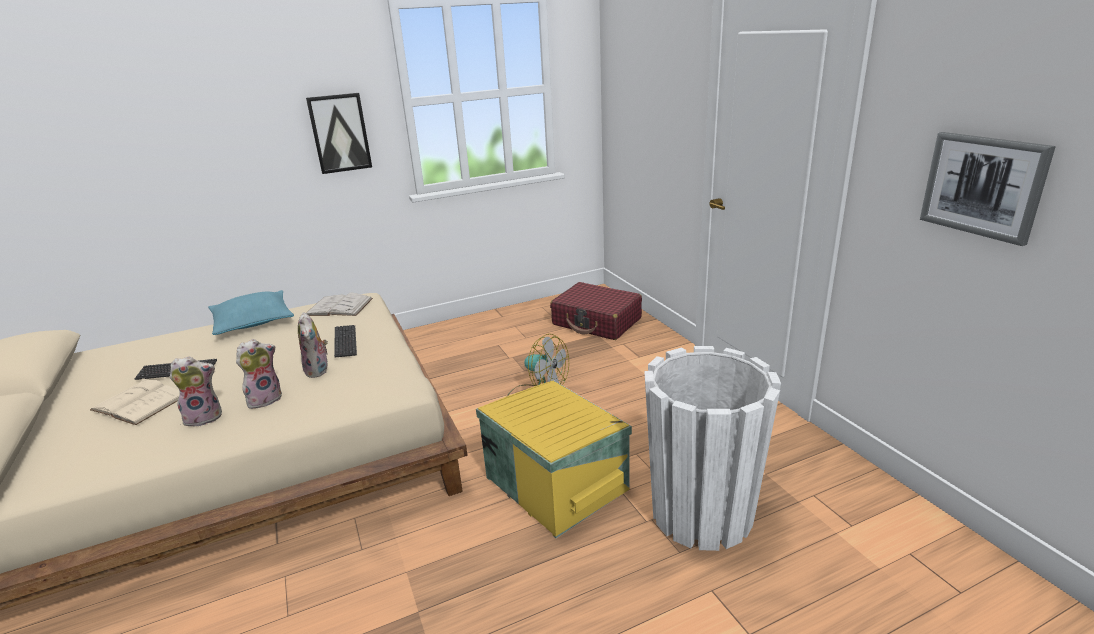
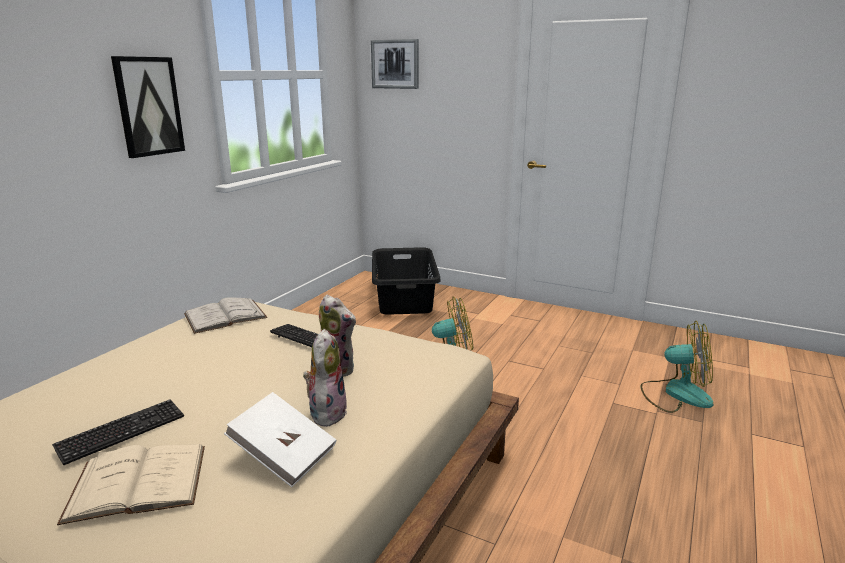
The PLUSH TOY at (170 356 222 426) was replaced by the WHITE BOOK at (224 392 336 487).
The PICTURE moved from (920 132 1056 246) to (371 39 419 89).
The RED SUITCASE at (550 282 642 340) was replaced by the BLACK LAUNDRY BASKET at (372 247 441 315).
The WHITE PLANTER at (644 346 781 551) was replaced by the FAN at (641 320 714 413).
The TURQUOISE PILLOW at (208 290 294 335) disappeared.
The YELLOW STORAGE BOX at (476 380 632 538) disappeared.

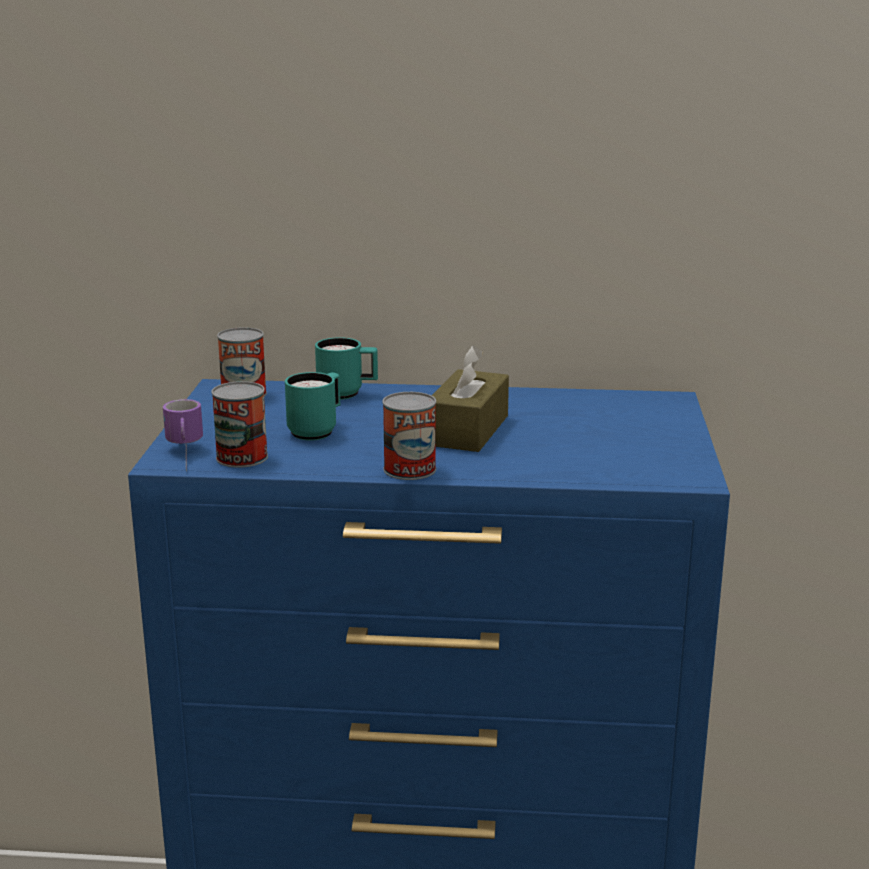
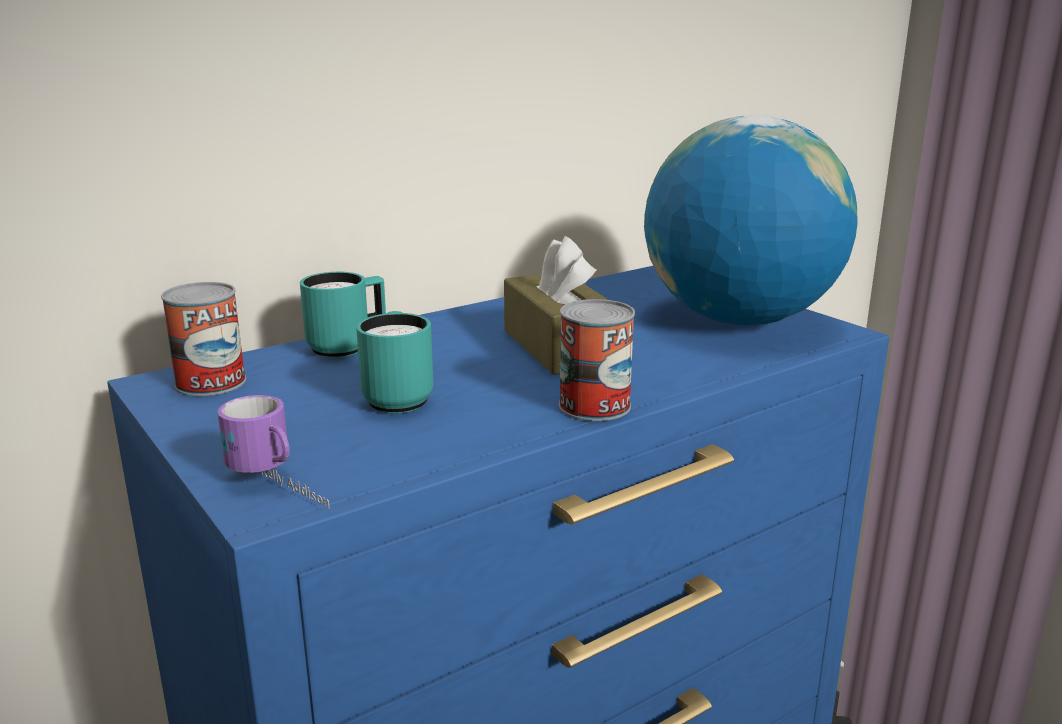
The GLOBE at (644 115 857 326) appeared.
The CAN at (211 381 268 468) disappeared.

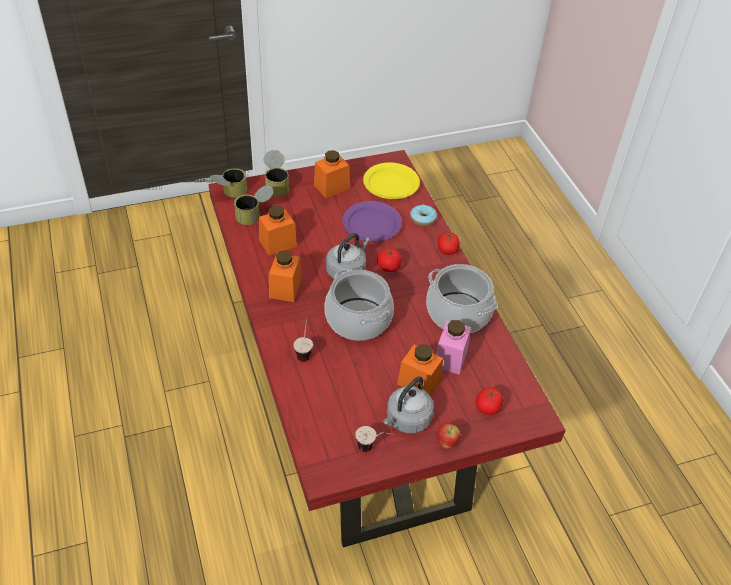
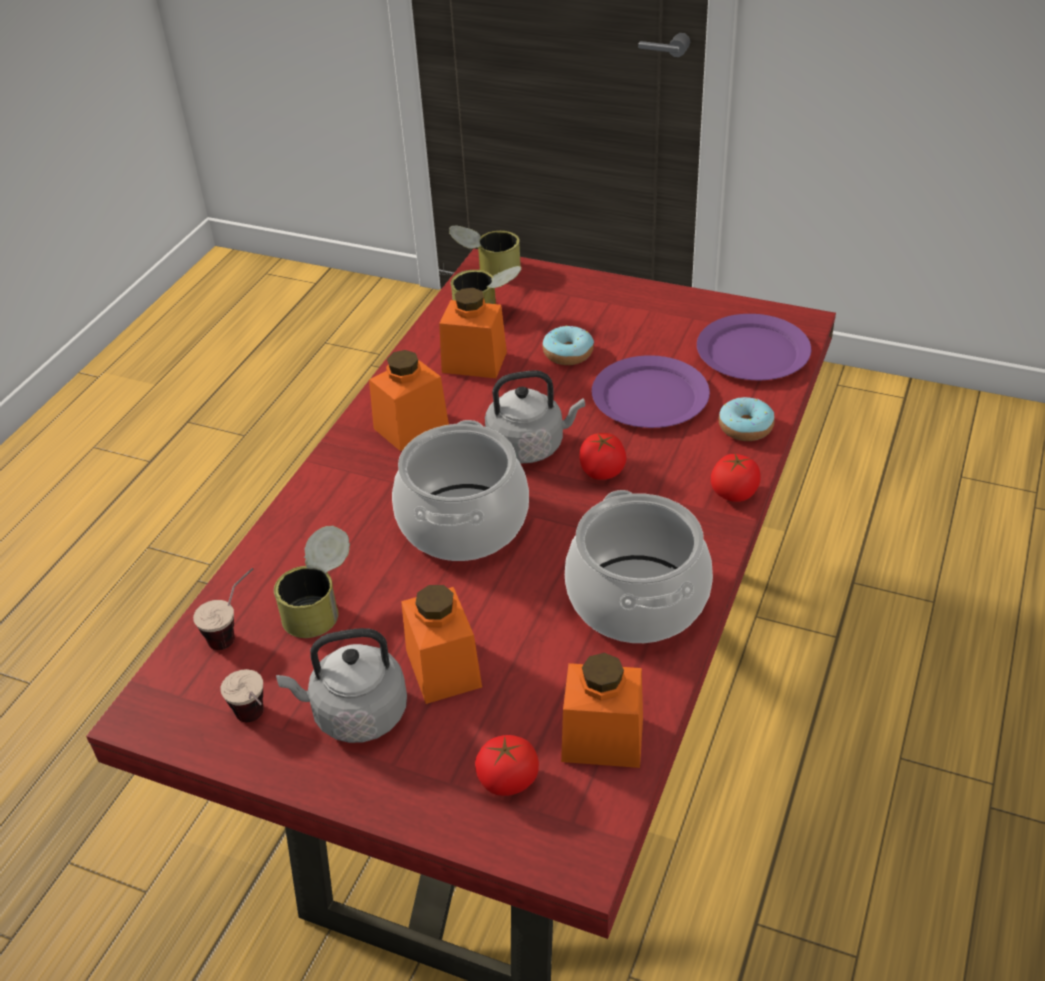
The CUP moved from (293 317 313 362) to (193 568 253 650).
The CAN moved from (263 150 289 197) to (274 526 350 638).
The DONUT at (543 325 594 365) appeared.
The ORANGE JAR moved from (314 150 350 198) to (561 653 643 768).
The YELLOW PLATE at (363 162 420 199) became the PURPLE PLATE at (697 314 811 380).
The PINK JAR at (436 320 471 375) disappeared.
The APPLE at (436 423 460 449) disappeared.

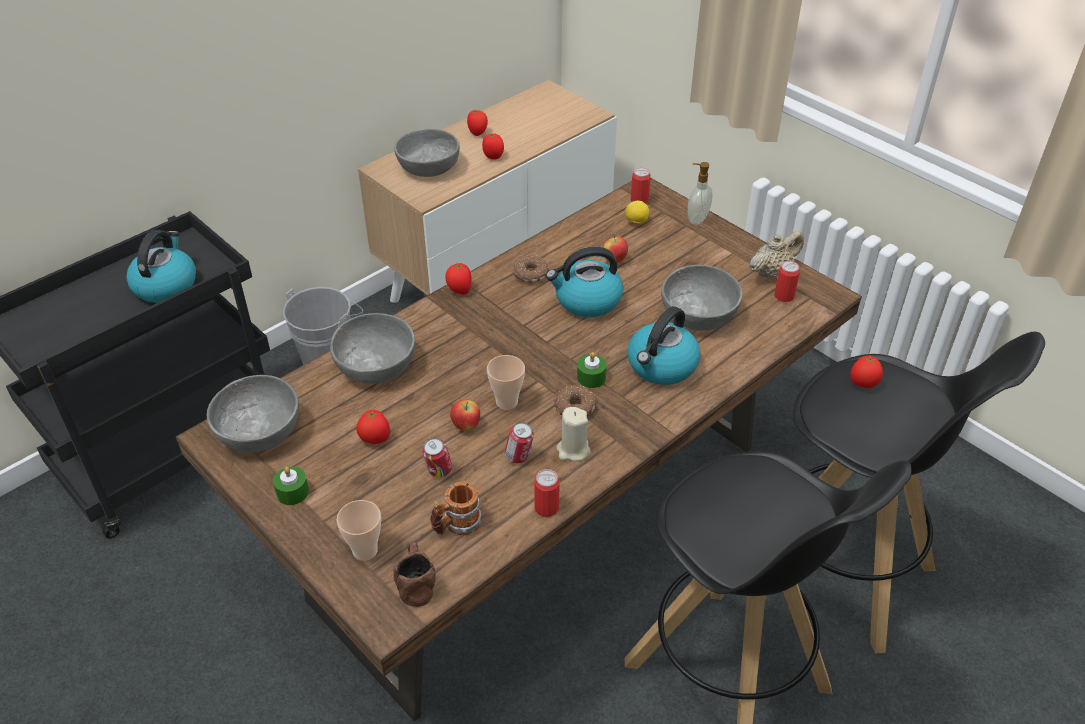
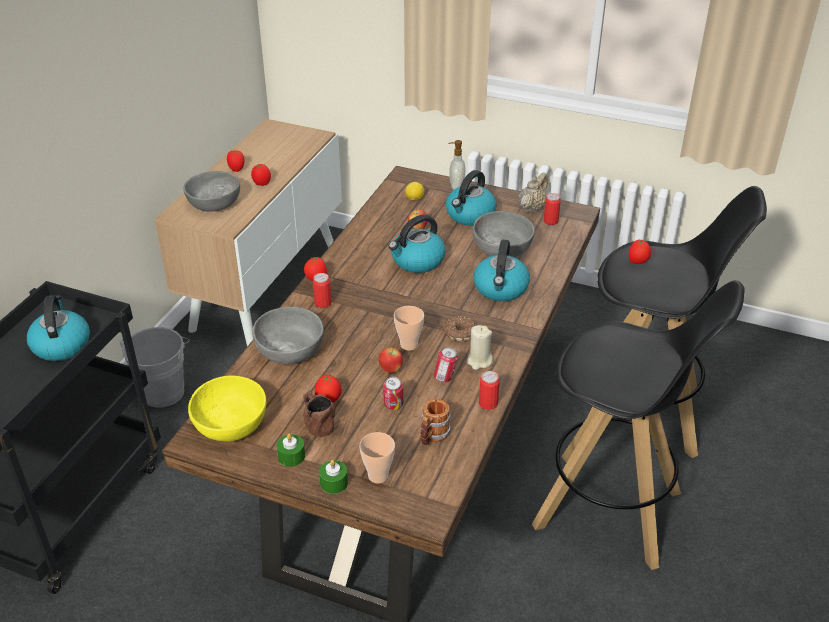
The GREY BOWL at (207 375 299 453) became the YELLOW BOWL at (188 375 266 442).
The BROWN MUG moved from (393 541 435 607) to (303 390 335 437).
The CAN moved from (631 167 651 204) to (313 273 332 308).
The GREEN CANDLE moved from (577 352 607 388) to (319 460 348 494).
The KETTLE at (446 170 497 226) appeared.
The DONUT at (512 255 549 283) disappeared.

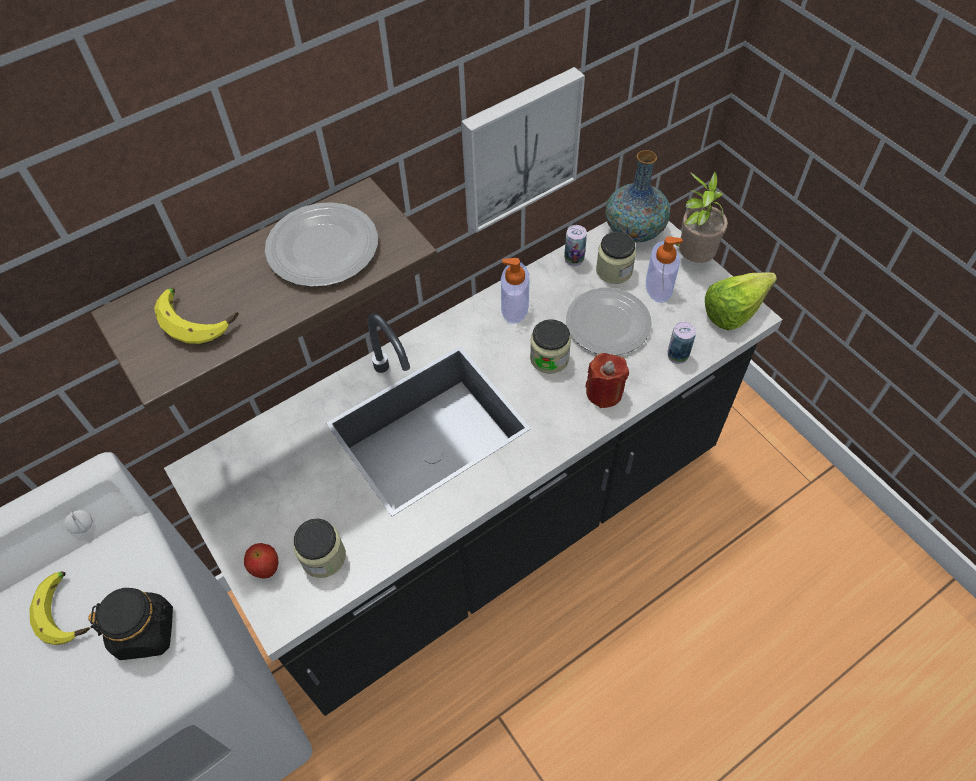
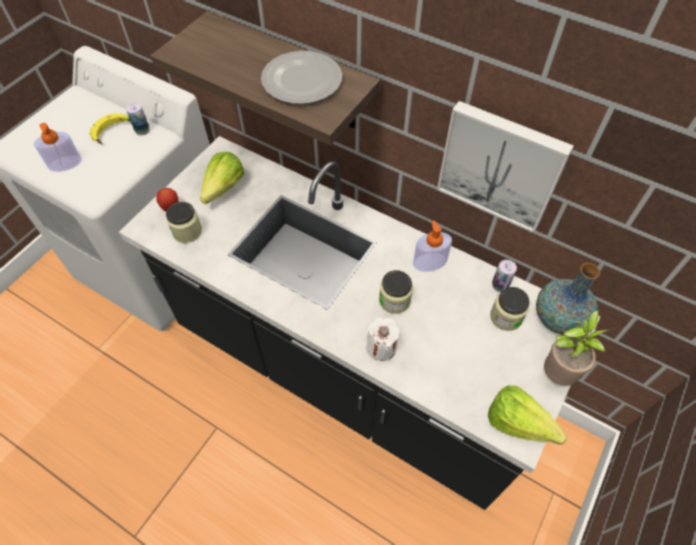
The SOAP DISPENSER moved from (646 236 683 303) to (34 123 82 172).
The CAN moved from (668 321 696 364) to (126 103 150 135).
The LETTUCE at (200 152 244 204) appeared.
The RED CANDLE at (585 353 629 408) became the WHITE CANDLE at (366 318 401 361).
The BLACK JAR at (88 588 173 660) disappeared.
The BANANA at (154 288 239 344) disappeared.
The PLATE at (566 288 652 355) disappeared.

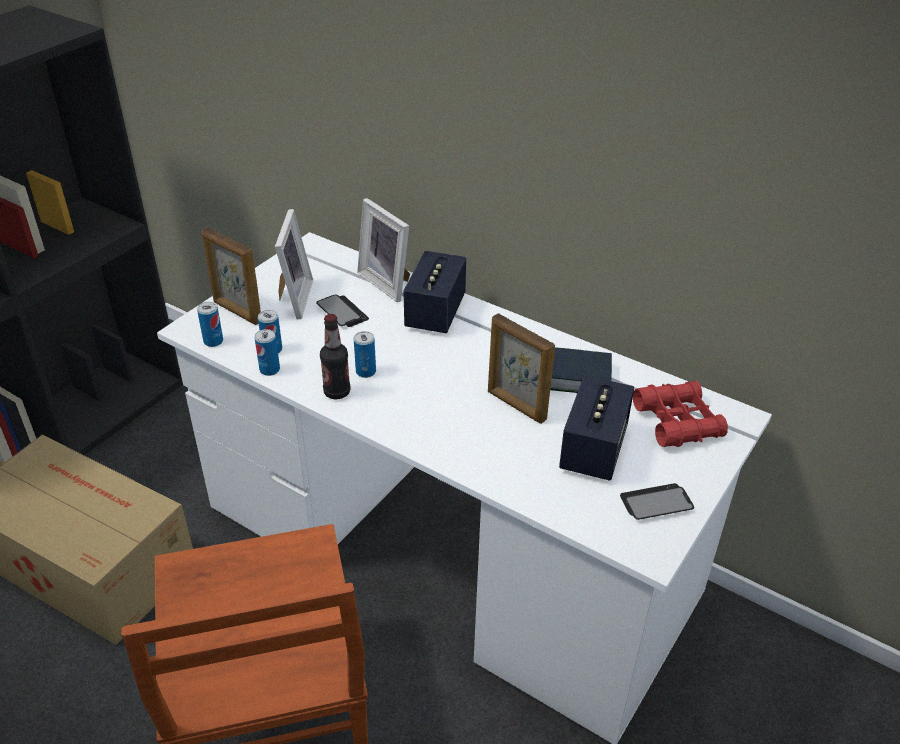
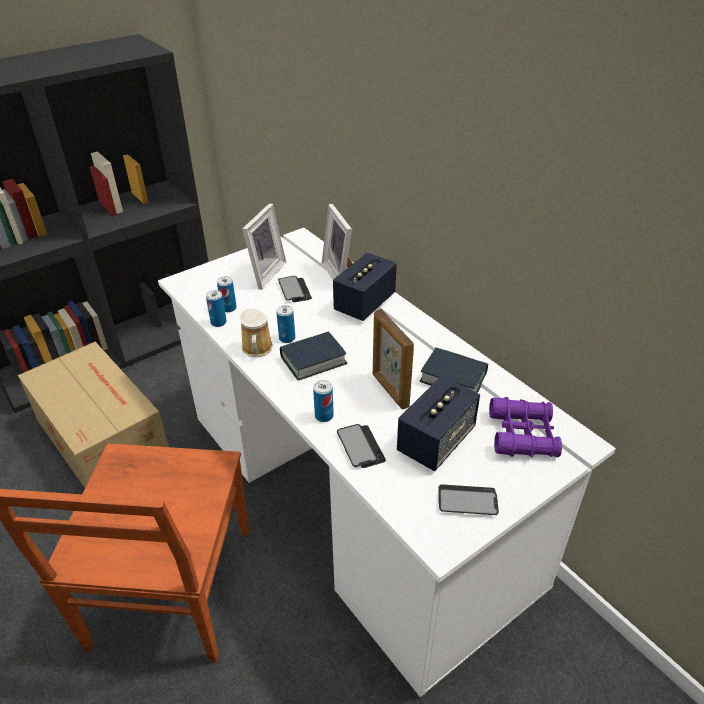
The BOTTLE at (320 314 351 399) was replaced by the MUG at (239 309 273 357).
The BOOK at (280 331 348 380) appeared.
The CAN moved from (197 302 223 347) to (313 380 334 422).
The PHONE at (337 424 386 468) appeared.
The RED BINOCULARS at (633 381 728 447) became the PURPLE BINOCULARS at (489 397 562 458).
The PICTURE FRAME at (201 227 261 325) disappeared.

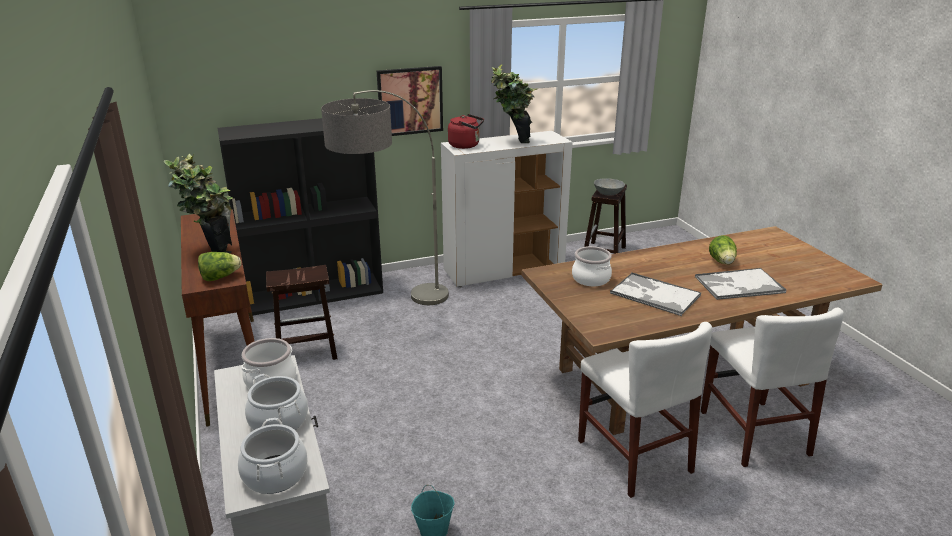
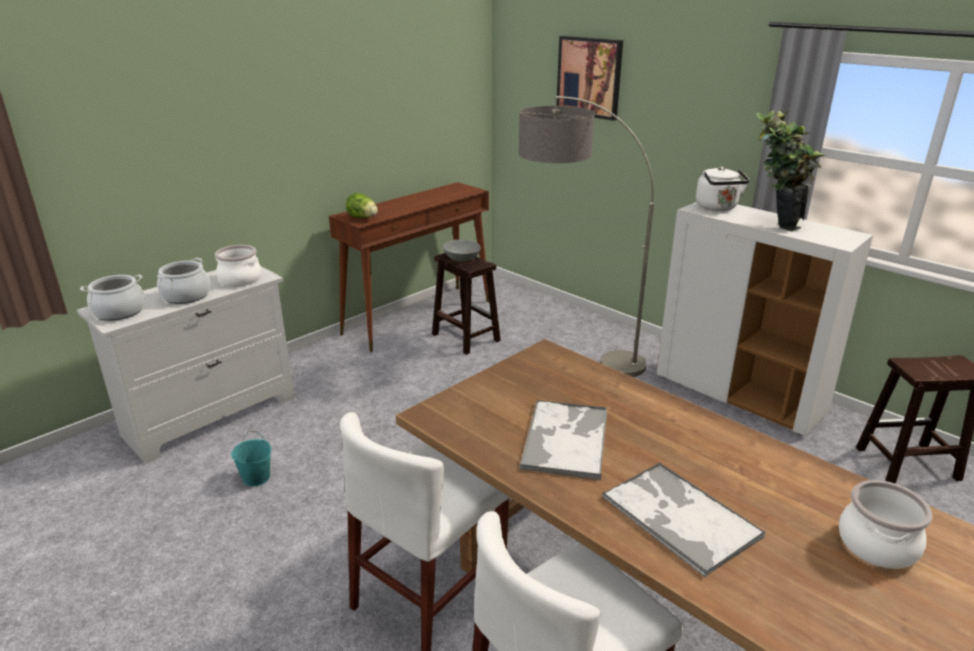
The GREY BOWL moved from (594 178 625 196) to (443 240 481 262).
The PICTURE moved from (377 66 443 136) to (557 36 623 121).
The RED KETTLE at (448 114 484 149) became the WHITE KETTLE at (696 167 750 211).
The COOKING POT moved from (572 246 612 286) to (839 480 932 569).
The POTTED PLANT at (164 153 233 253) disappeared.
The BLACK BOOKCASE at (217 118 383 315) disappeared.
The LETTUCE at (709 235 737 265) disappeared.

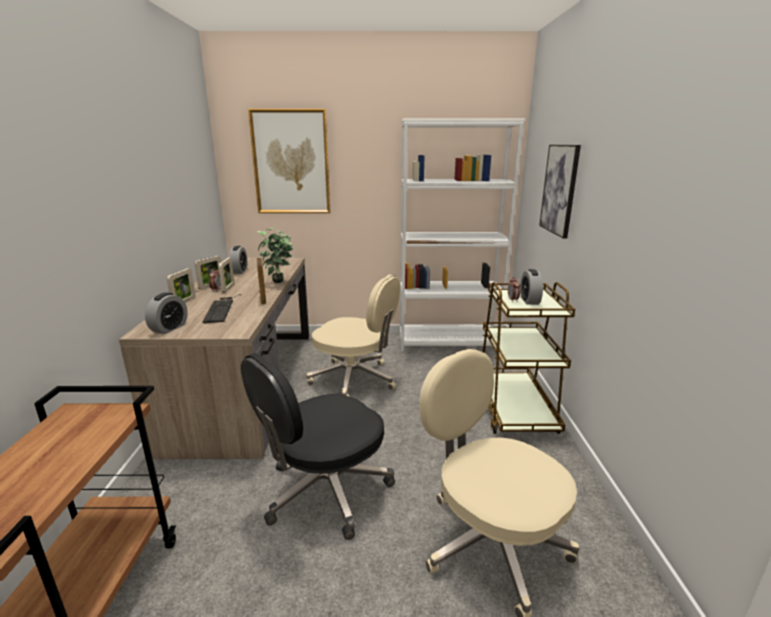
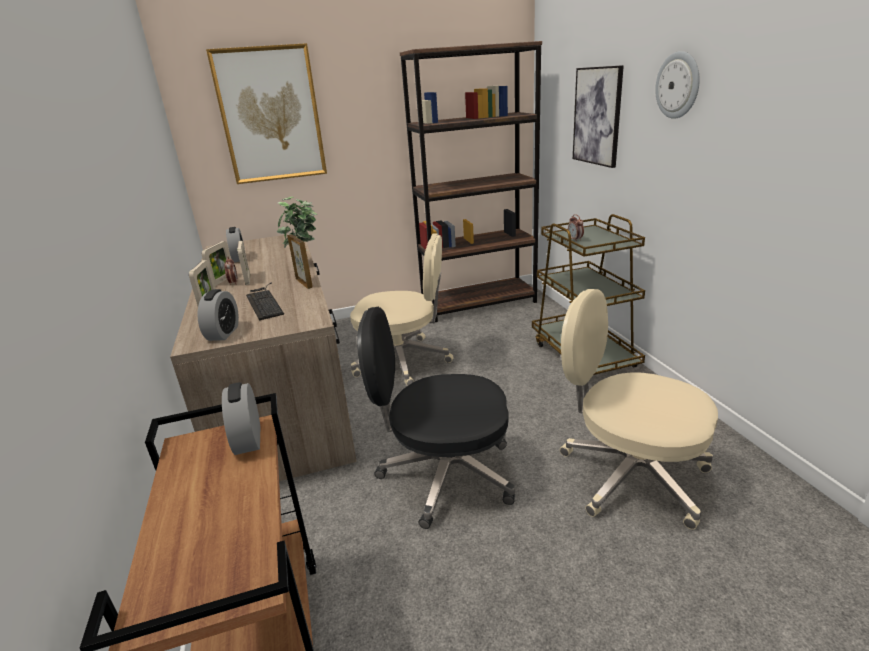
The ALARM CLOCK moved from (520 269 543 305) to (222 382 260 455).
The BLACK OFFICE CHAIR at (241 353 395 540) turned 60 degrees clockwise.
The WHITE BOOKCASE at (400 118 525 352) became the BROWN BOOKCASE at (400 41 542 322).
The WALL CLOCK at (655 51 700 119) appeared.

